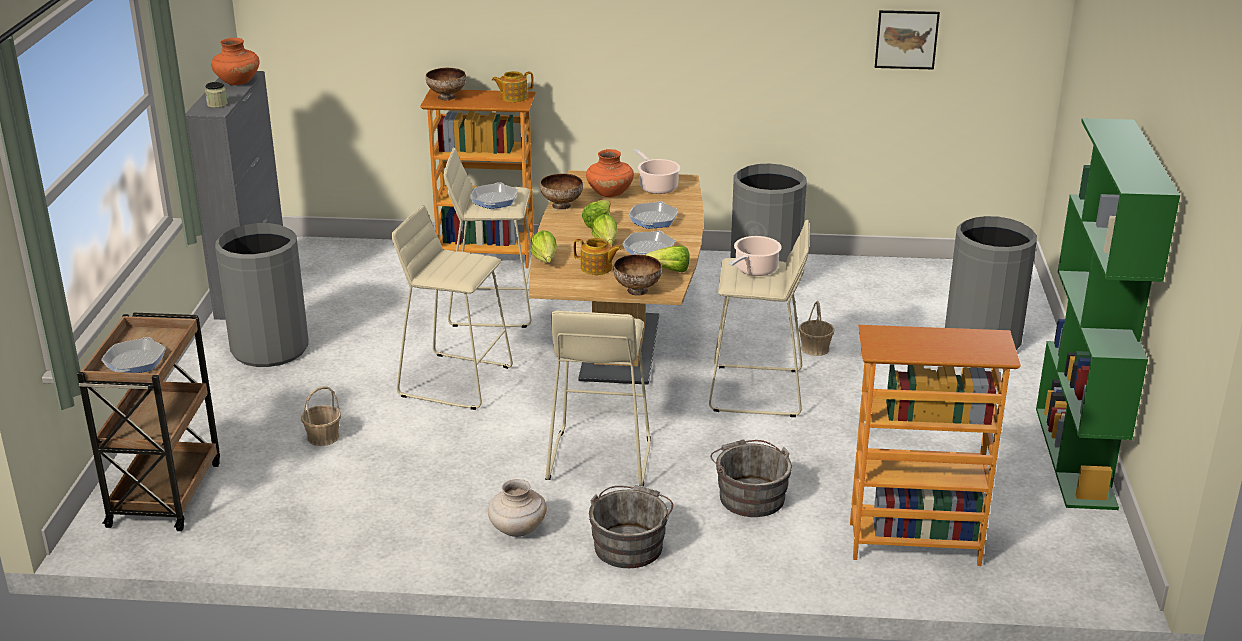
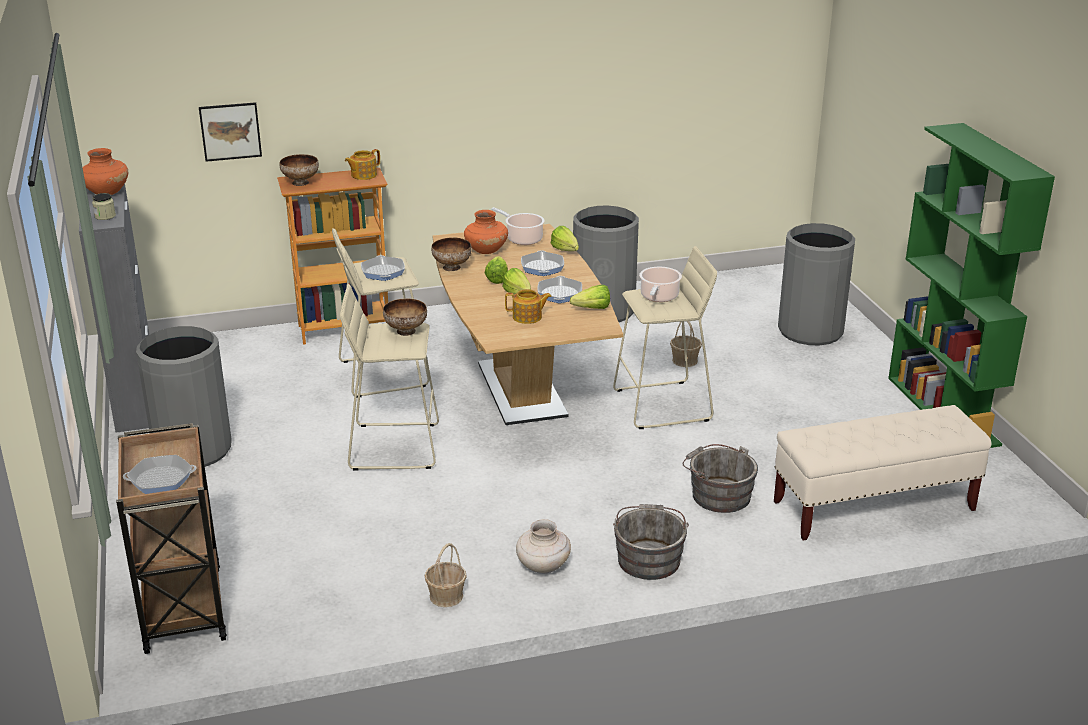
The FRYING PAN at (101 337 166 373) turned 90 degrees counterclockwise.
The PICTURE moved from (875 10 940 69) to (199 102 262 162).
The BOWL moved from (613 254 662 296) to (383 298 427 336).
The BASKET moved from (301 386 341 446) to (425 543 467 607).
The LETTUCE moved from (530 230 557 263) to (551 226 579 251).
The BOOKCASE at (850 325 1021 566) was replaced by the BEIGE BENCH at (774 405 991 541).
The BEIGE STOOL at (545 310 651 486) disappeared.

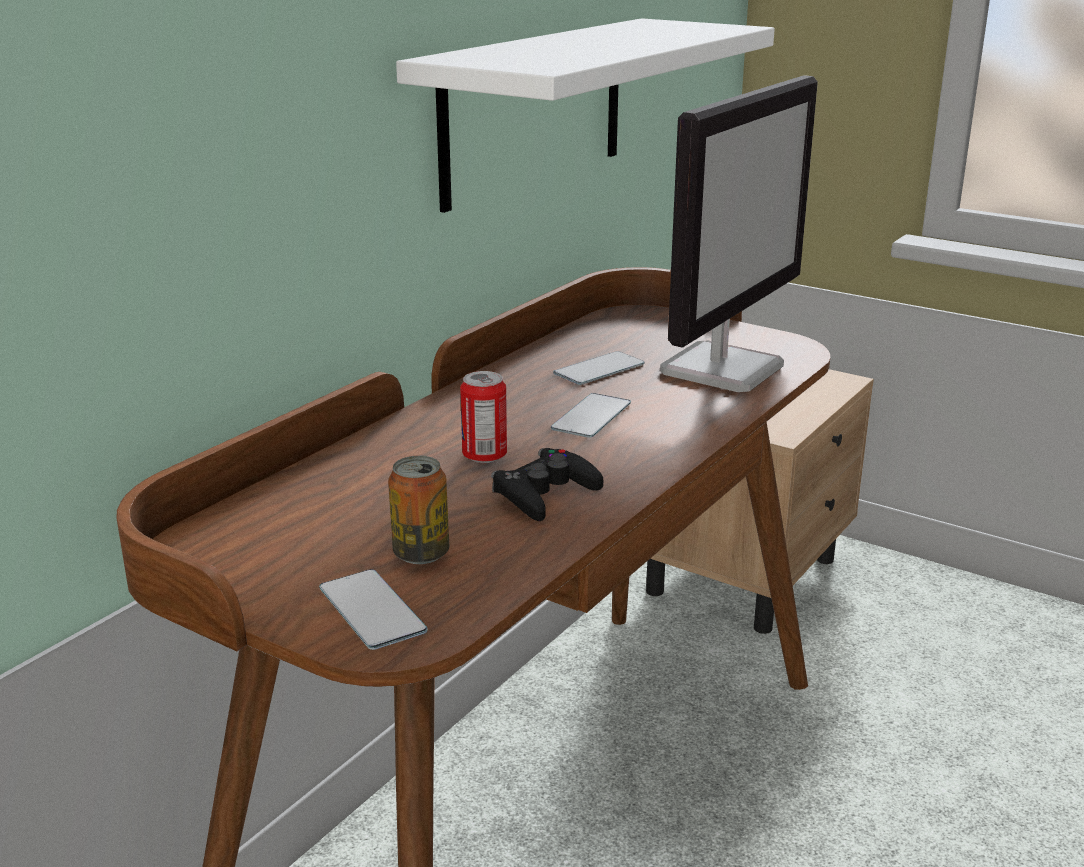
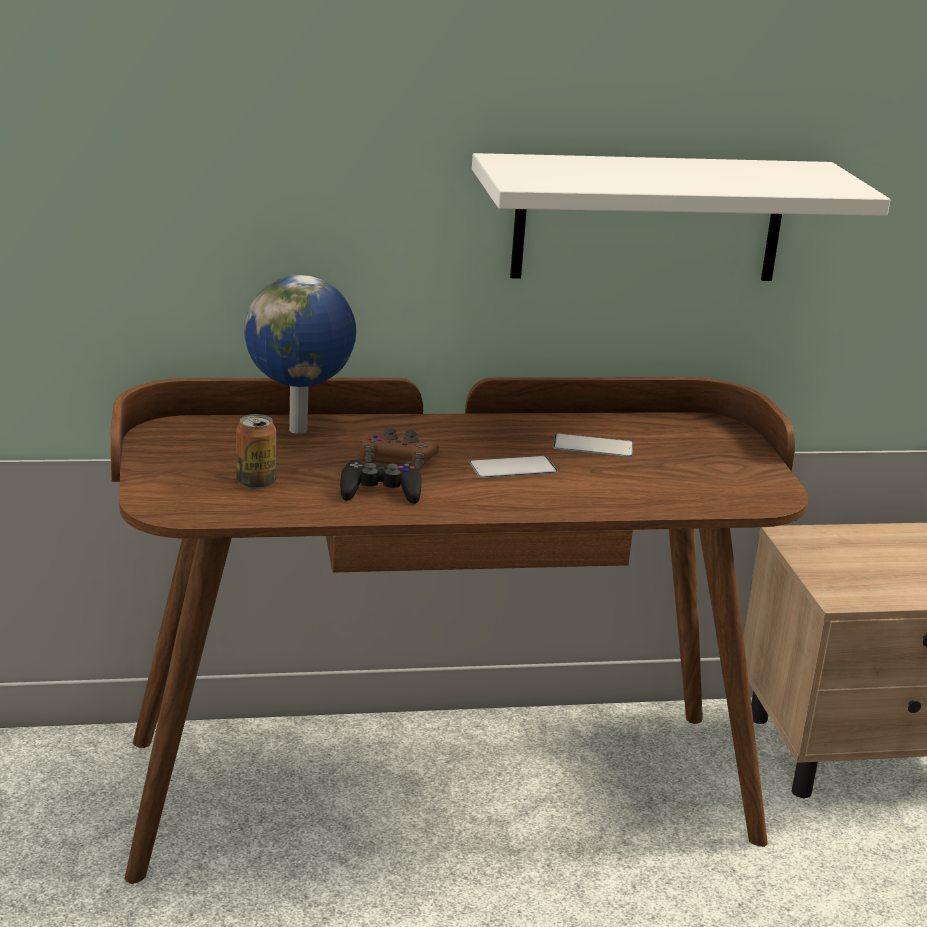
The GLOBE at (244 275 356 434) appeared.
The CAN at (460 371 507 463) was replaced by the BROWN GAME CONTROLLER at (362 428 439 469).
The PHONE at (319 569 428 650) disappeared.
The MONITOR at (660 75 818 392) disappeared.

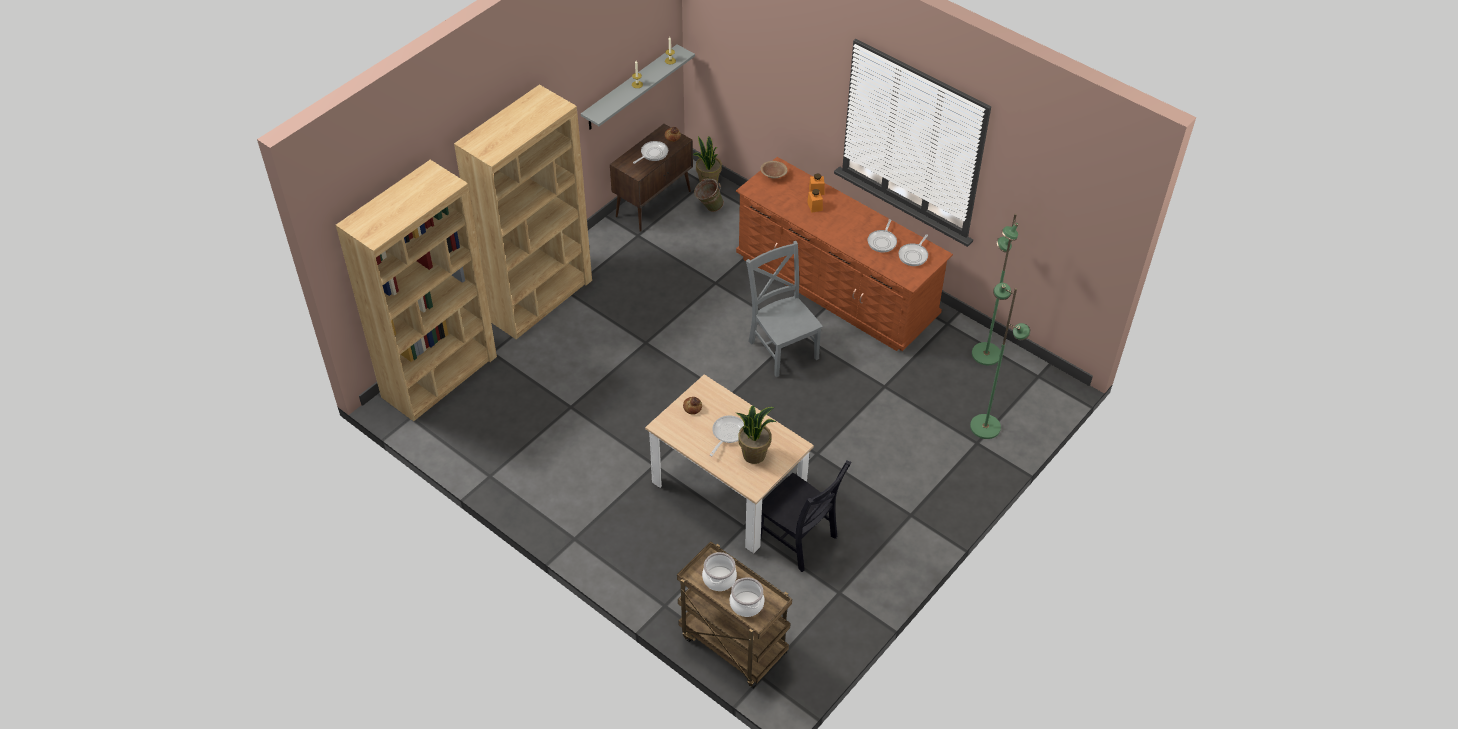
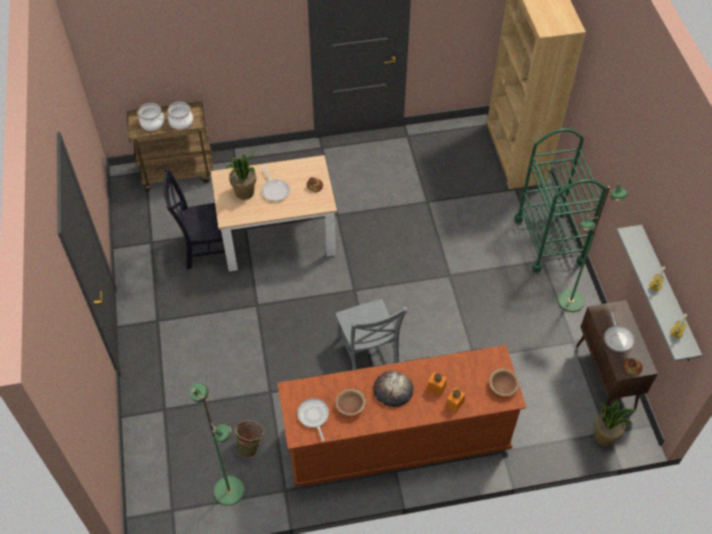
The GREEN BUCKET moved from (694 179 724 212) to (234 420 264 458).
The FRYING PAN at (868 219 897 252) was replaced by the BROWN BOWL at (335 389 366 416).
The GREY CHAIR at (746 241 823 377) turned 60 degrees clockwise.
The BREAD at (373 370 413 407) appeared.
The BROWN BOOKCASE at (454 84 592 339) was replaced by the GREEN CART at (514 128 606 273).
The GREEN FLOOR LAMP moved from (970 283 1030 439) to (558 183 628 312).

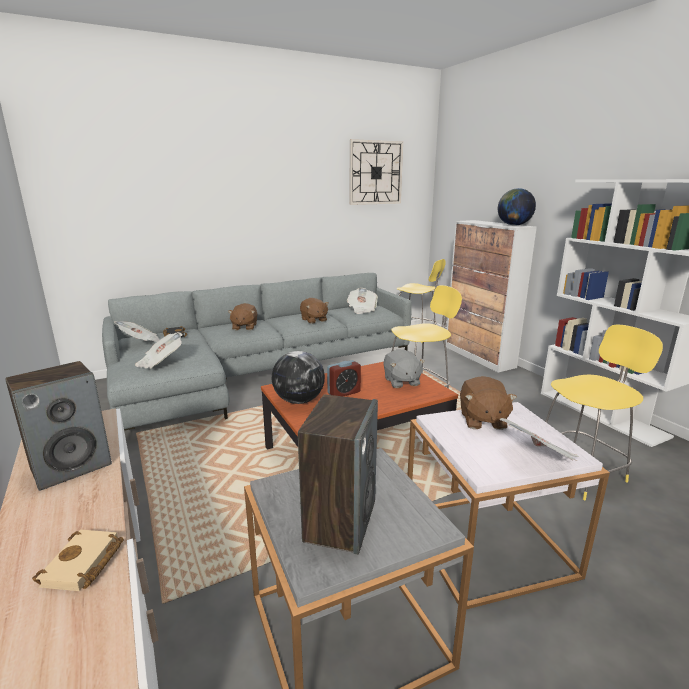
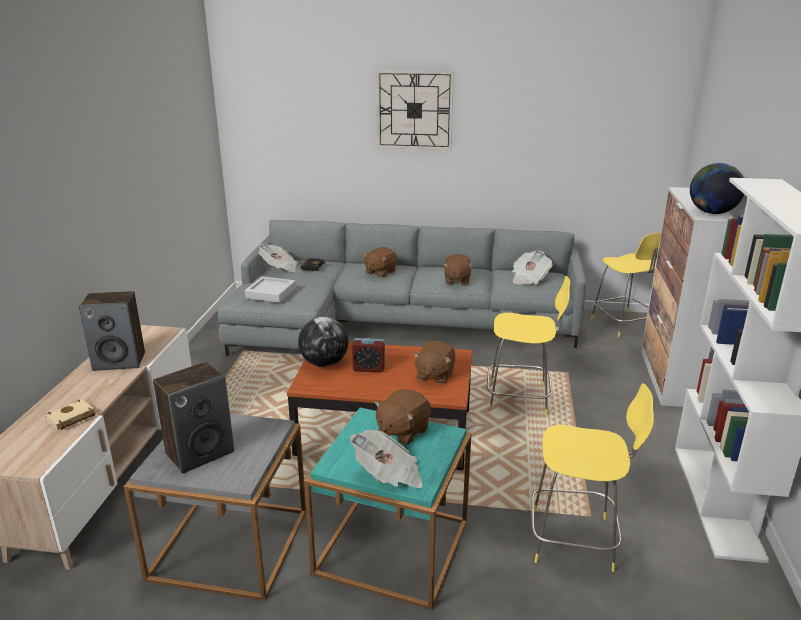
The NEWSPAPER at (135 332 183 369) was replaced by the GREY TRAY at (245 276 296 303).
The WHITE SIDE TABLE at (407 402 610 609) became the TURQUOISE SIDE TABLE at (304 408 471 610).
The WALL CLOCK moved from (349 139 403 205) to (376 70 454 150).
The GREY PLUSH TOY at (384 349 425 388) became the BROWN PLUSH TOY at (413 341 456 384).

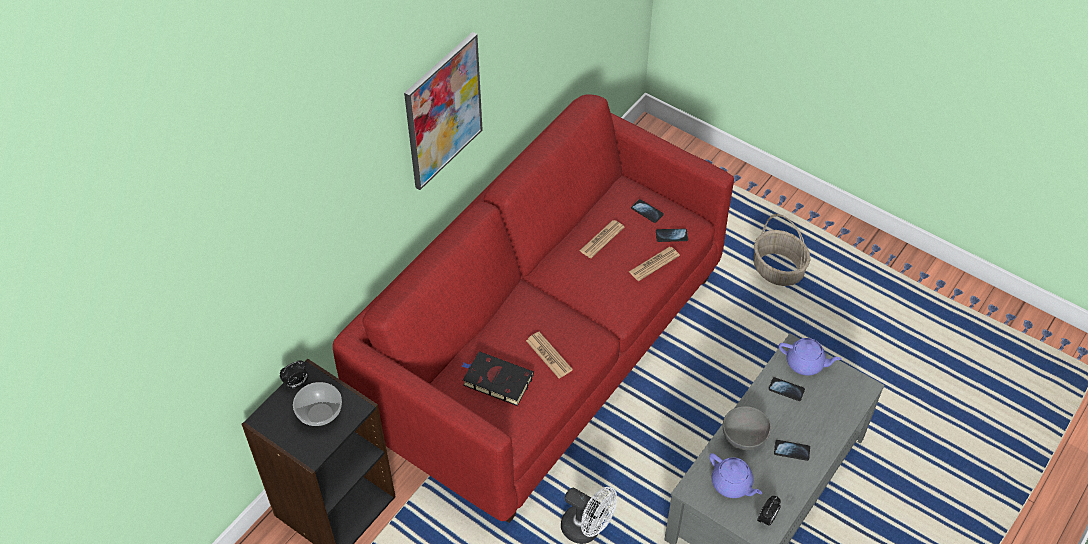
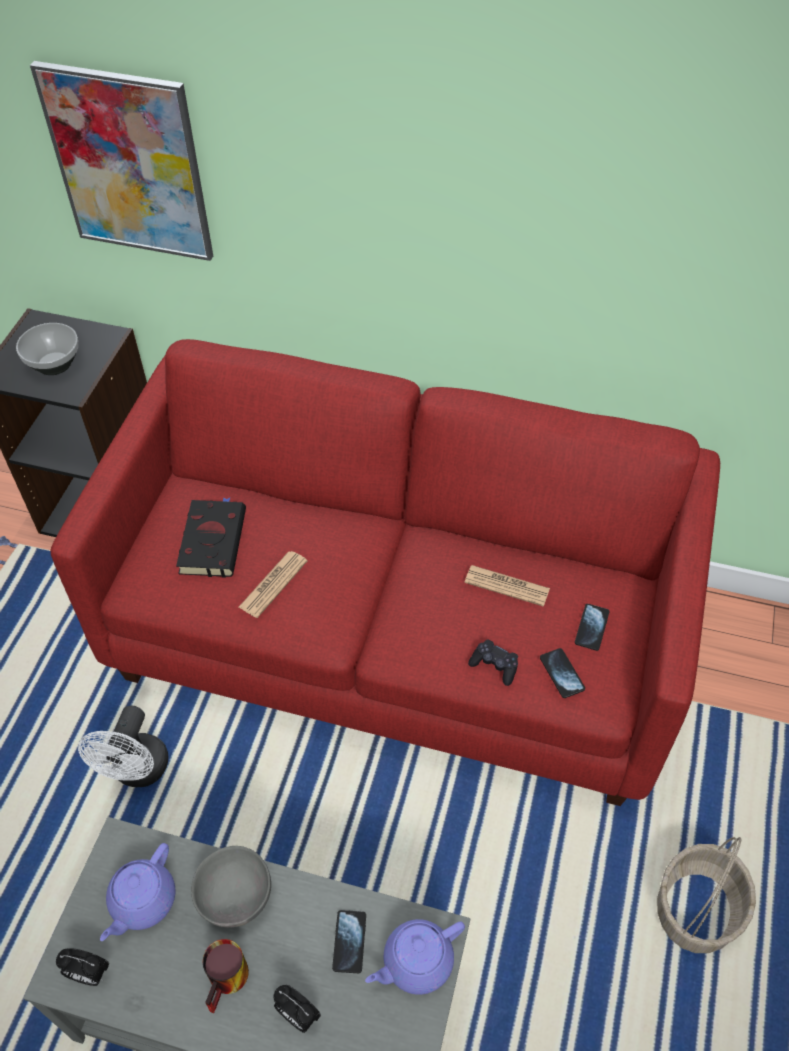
The PICTURE moved from (404 32 483 190) to (30 61 213 261).
The PHONE at (774 440 810 461) was replaced by the MUG at (203 939 249 1013).
The ALARM CLOCK moved from (280 360 308 389) to (273 985 321 1033).
The PURPLE TEAPOT at (779 338 842 376) turned 60 degrees clockwise.
The NEWSPAPER at (629 247 680 281) was replaced by the BLACK GAME CONTROLLER at (468 639 518 686).

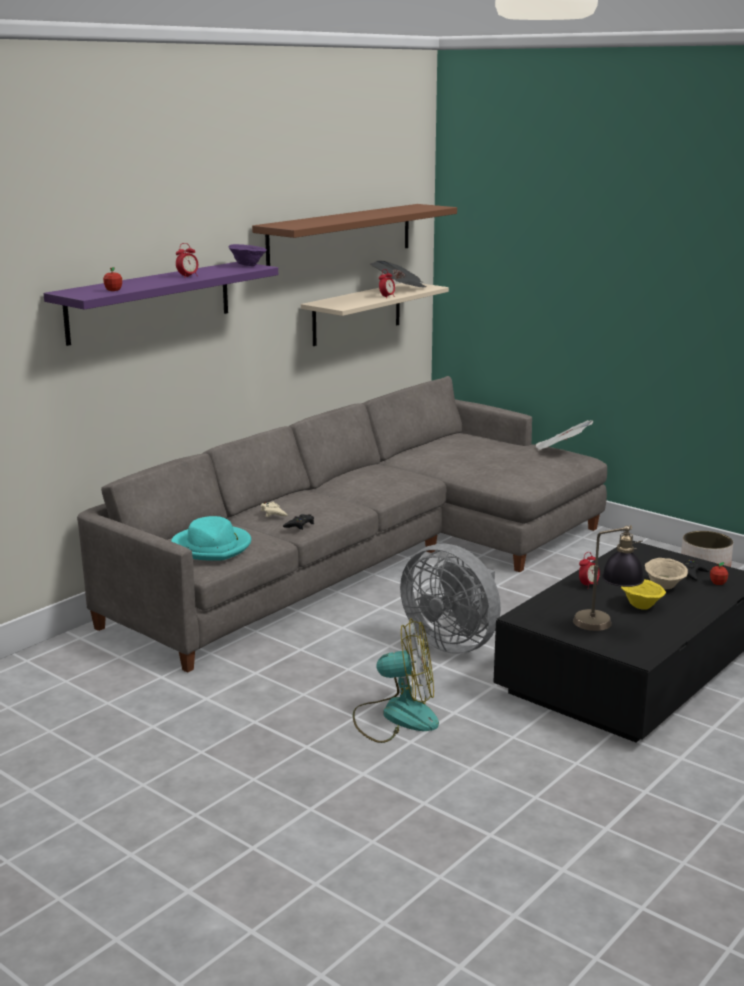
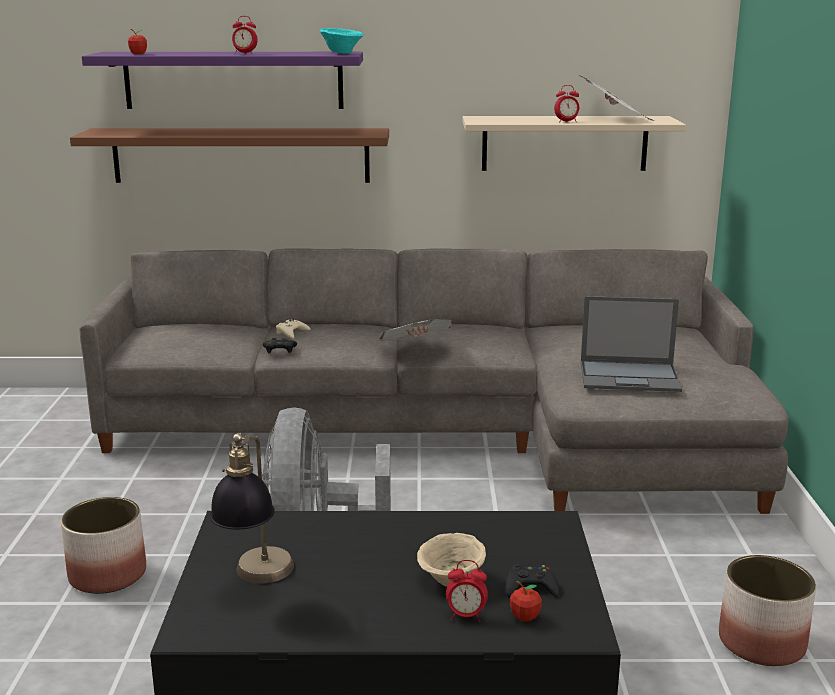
The FAN at (353 618 439 743) was replaced by the PLANTER at (61 497 146 594).
The BROWN SHELF moved from (252 204 457 266) to (70 128 389 183).
The PURPLE BOWL at (228 244 267 266) became the TURQUOISE BOWL at (320 28 364 54).
The NEWSPAPER moved from (536 420 593 451) to (378 319 452 341).
The ALARM CLOCK moved from (579 552 600 589) to (446 560 488 622).
The LAPTOP at (581 296 682 392) appeared.
The TURQUOISE HAT at (171 516 251 561) disappeared.
The YELLOW BOWL at (621 579 666 610) disappeared.

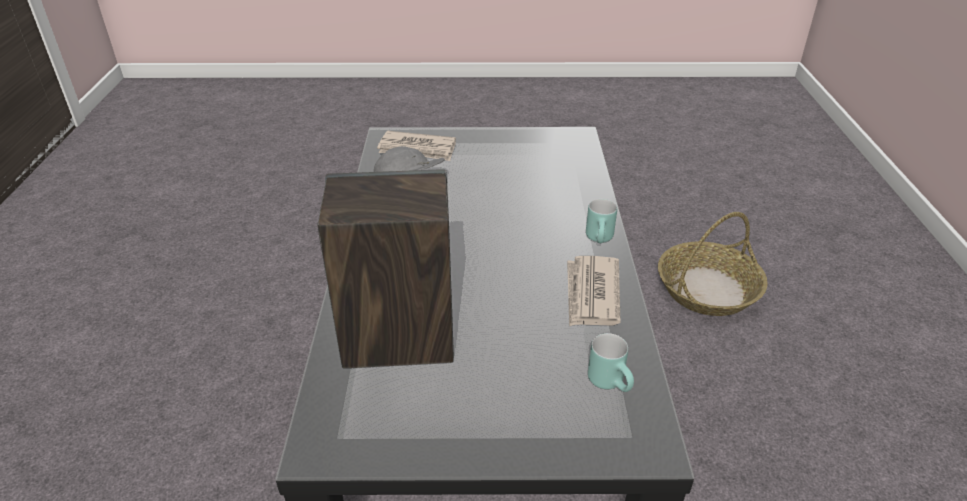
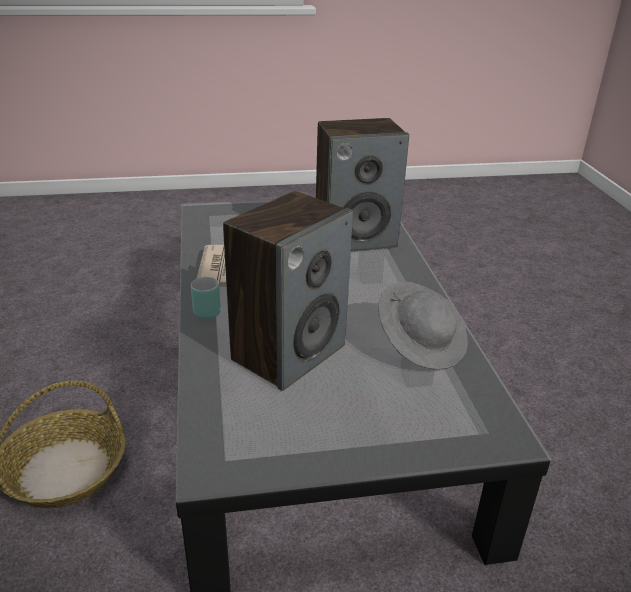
The SPEAKER at (223 191 353 391) appeared.
The NEWSPAPER at (377 131 456 161) disappeared.
The TURQUOISE MUG at (588 333 634 392) disappeared.

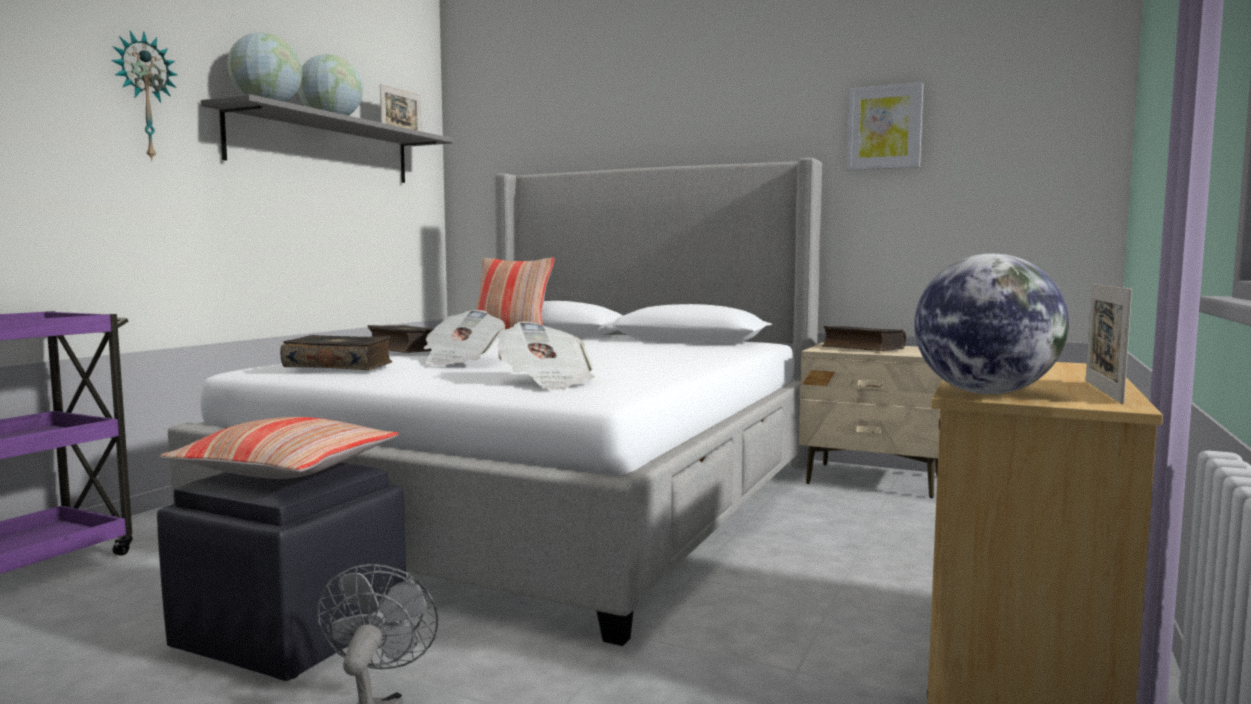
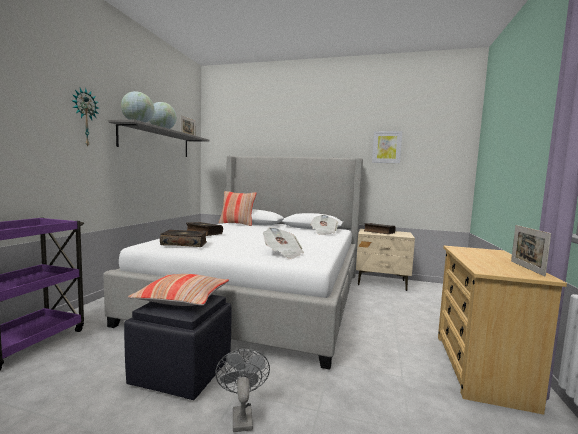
The NEWSPAPER moved from (424 310 505 366) to (310 215 338 235).
The GLOBE at (914 253 1069 395) disappeared.

